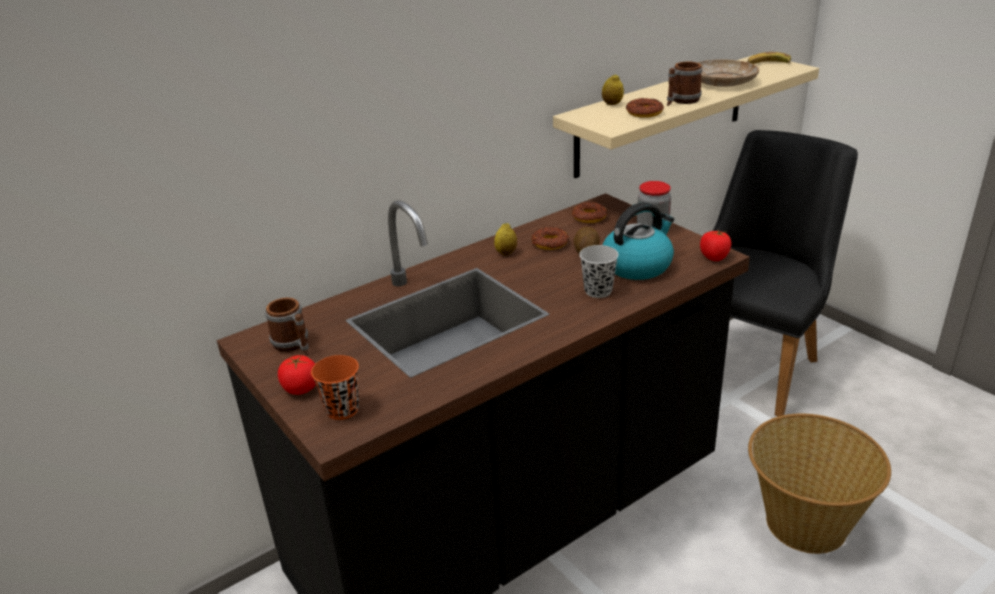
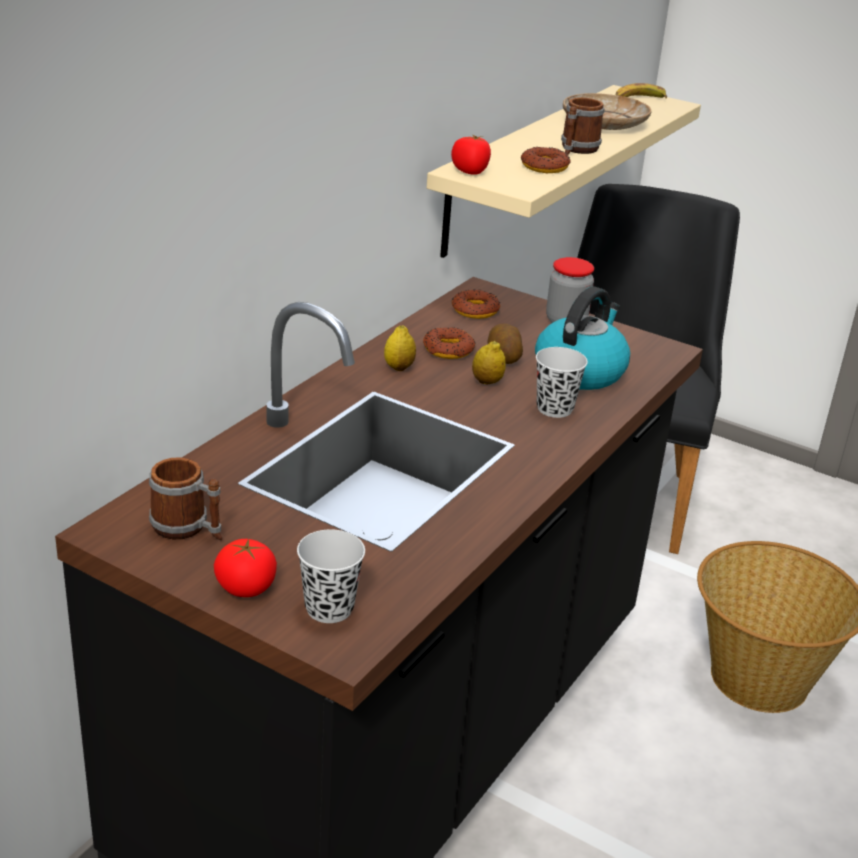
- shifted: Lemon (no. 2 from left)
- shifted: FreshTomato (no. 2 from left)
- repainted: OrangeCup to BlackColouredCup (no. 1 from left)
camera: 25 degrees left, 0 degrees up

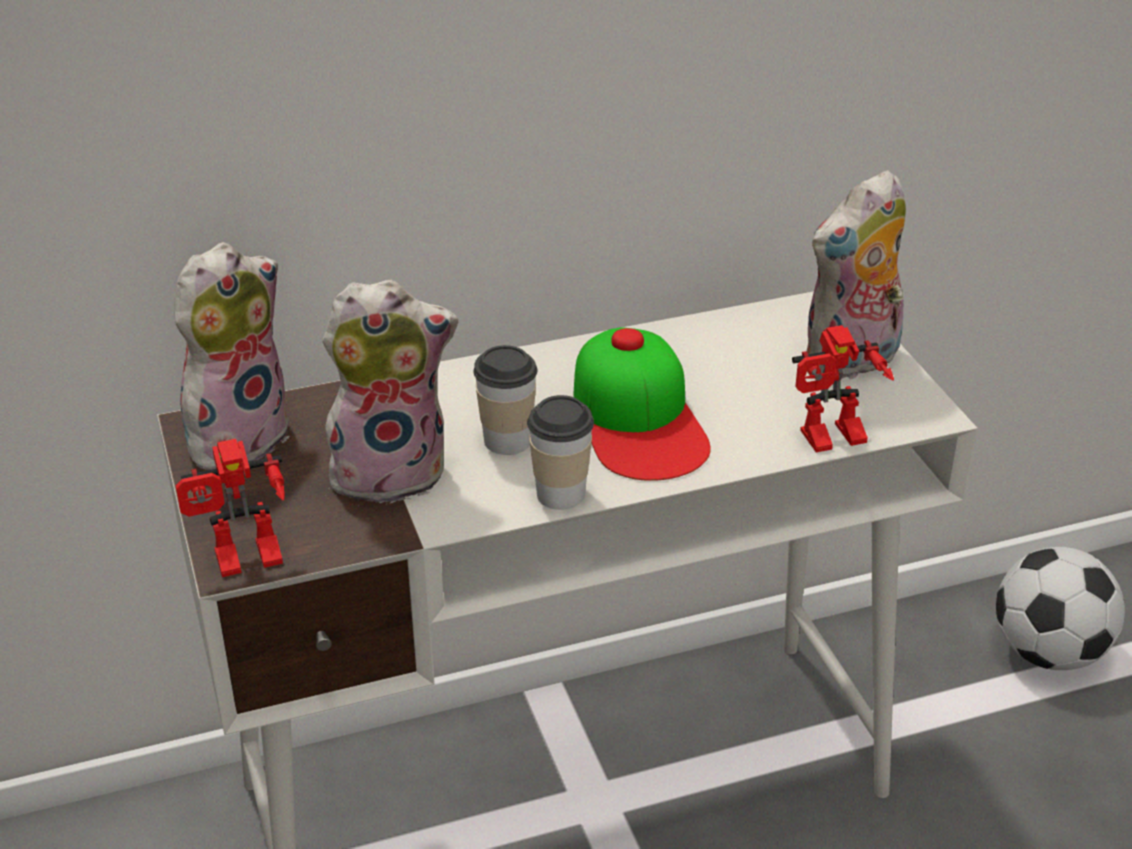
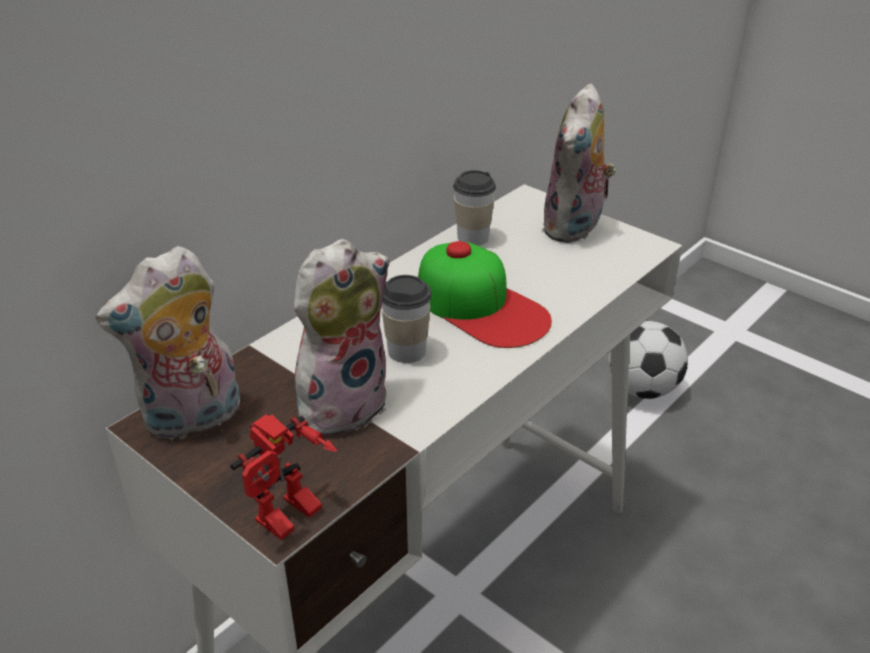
- rotated: SoftToy (no. 1 from left) 135 degrees counterclockwise
- gone: ModelRobot (no. 2 from left)
- shifted: Cup (no. 2 from left)
camera: 30 degrees left, 0 degrees up

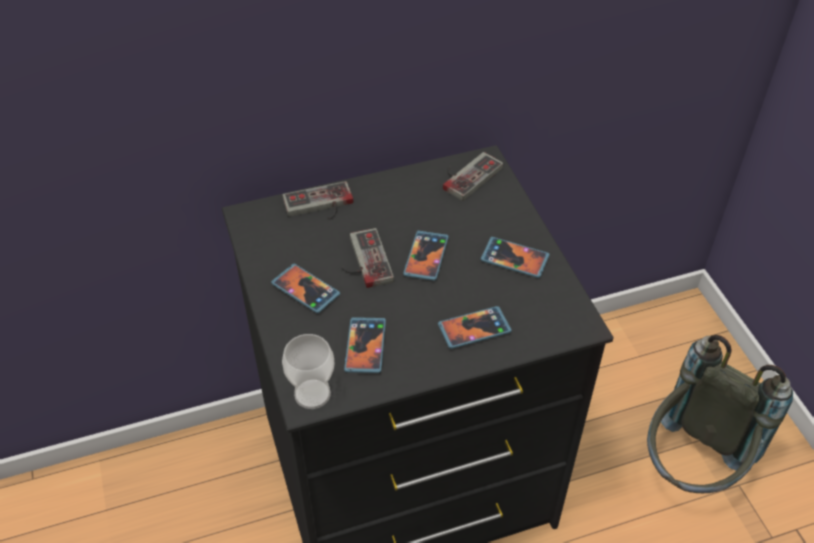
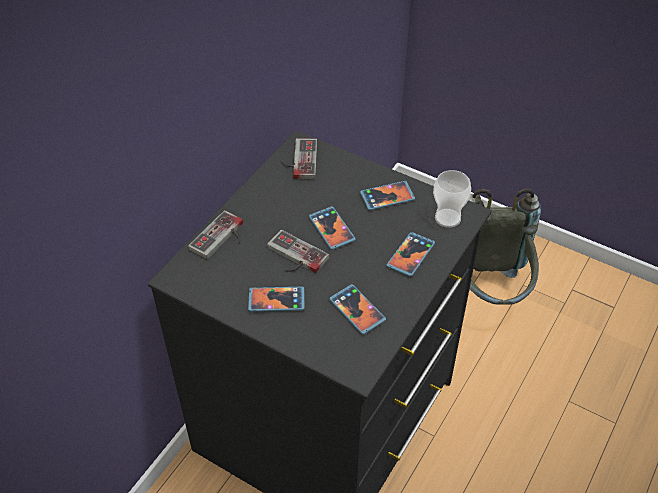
- shifted: Cup
camera: 40 degrees left, 0 degrees up

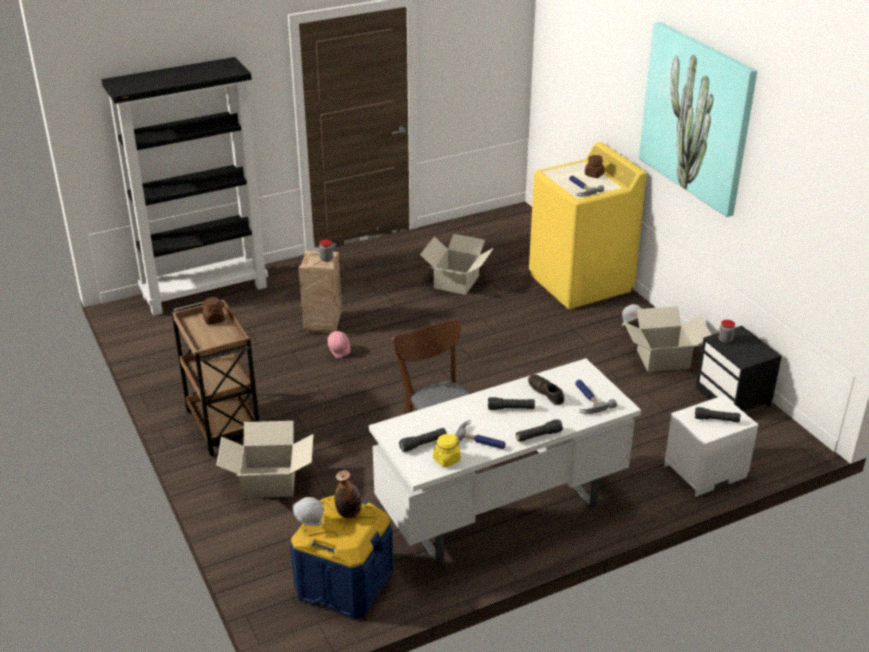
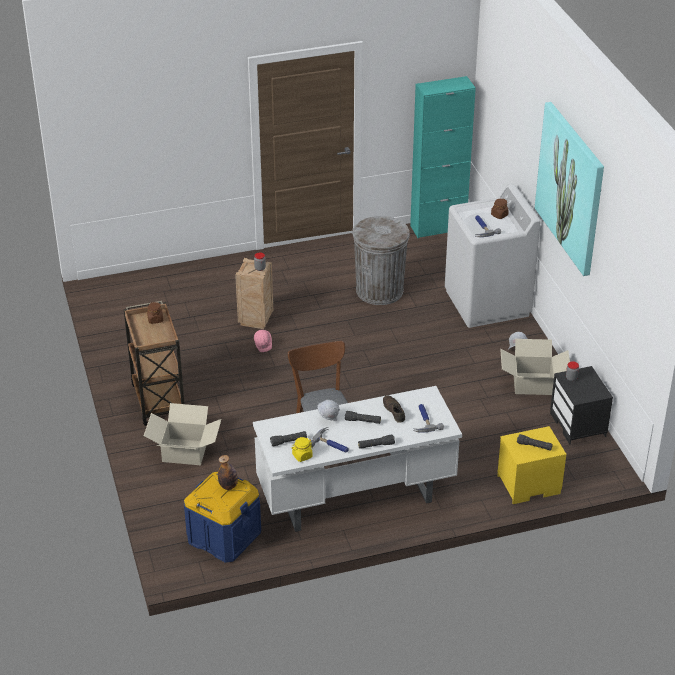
- gone: BlackColouredBookshelf
- repainted: YellowLaundryAppliance to WhiteColouredLaundryAppliance
- swapped: CardboardBox (no. 2 from left) to GreyishRubbishBin
- repainted: WhiteColouredBedsideTable to YellowBedsideTable
- shifted: WhiteColouredSafetyHelmet (no. 1 from left)
- new: TurquoiseColouredCabinet
camera: 10 degrees right, 5 degrees up

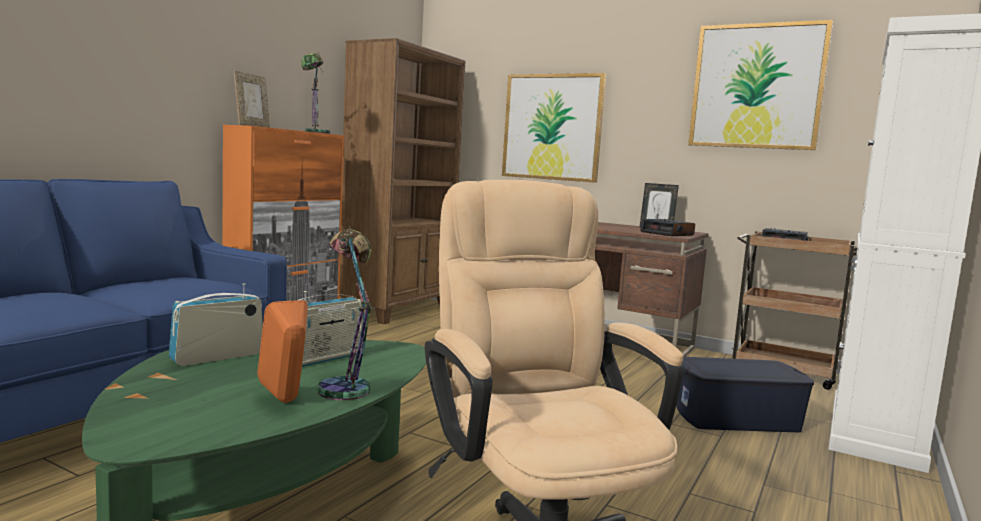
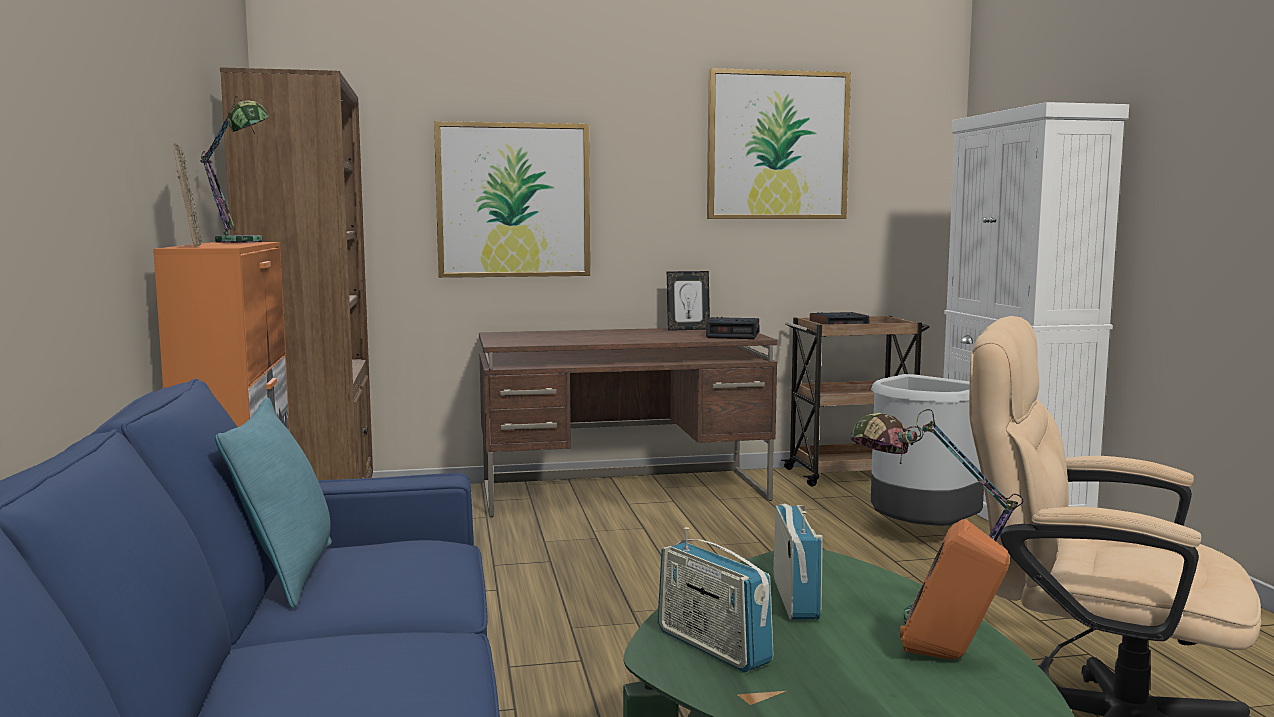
- rotated: RadioReceiver (no. 1 from left) 45 degrees counterclockwise
- swapped: BlueStorageContainer to GreyishRubbishBin
- new: TurquoiseColouredPillow
camera: 40 degrees left, 0 degrees up

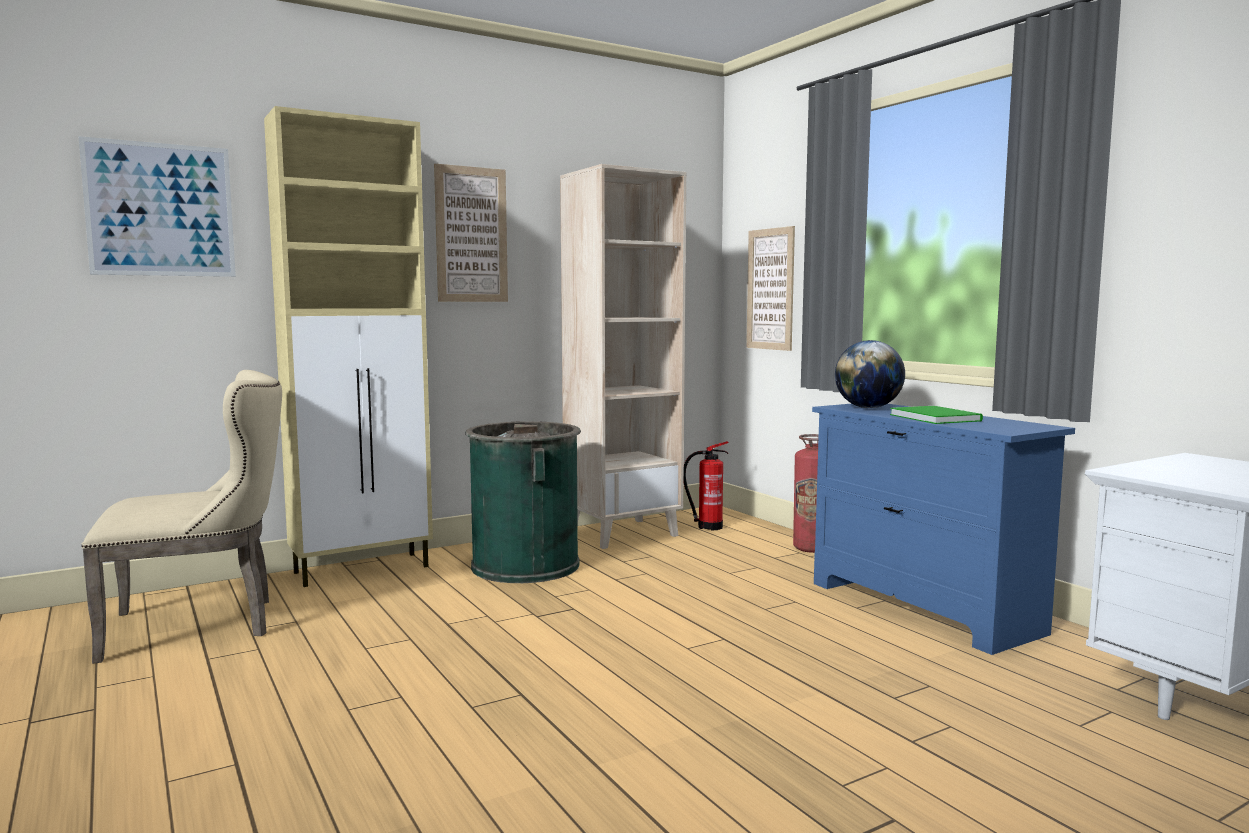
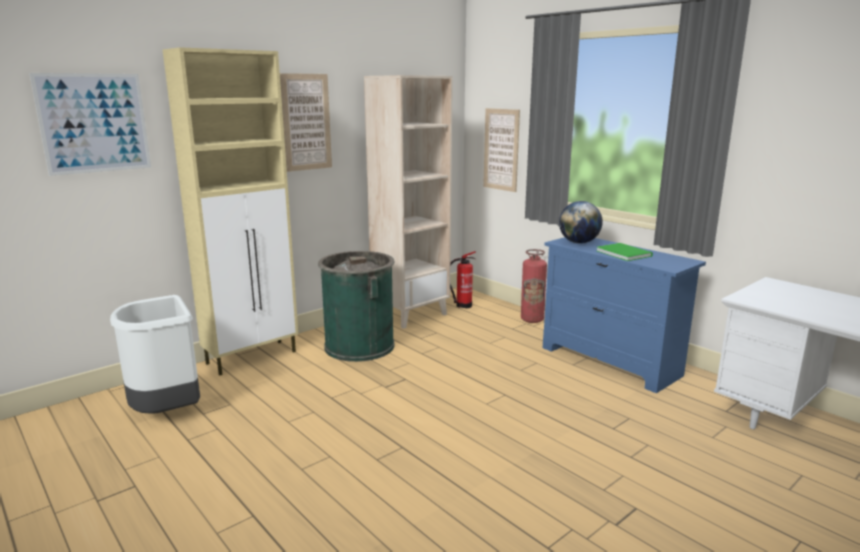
- swapped: SandColouredUprightChair to WhiteColouredRubbishBin
camera: 10 degrees left, 10 degrees up

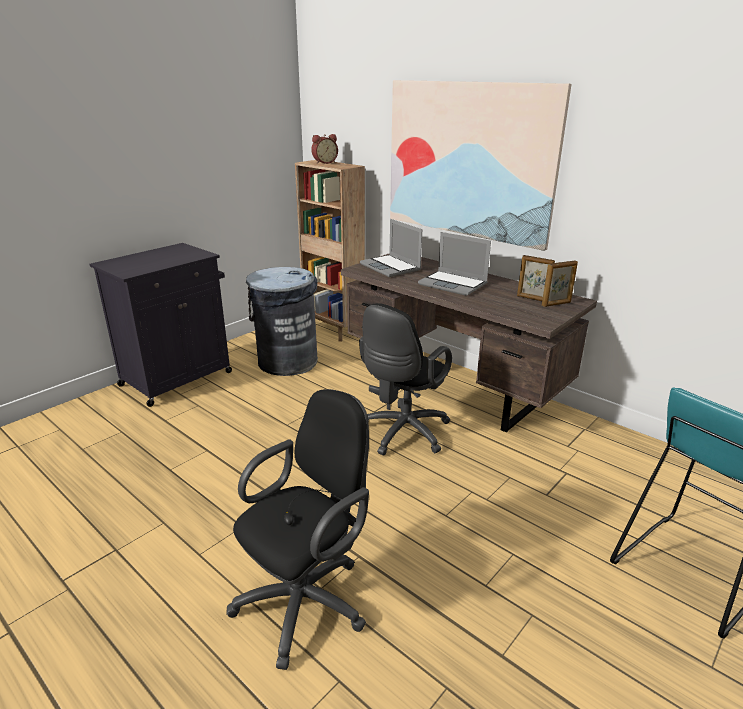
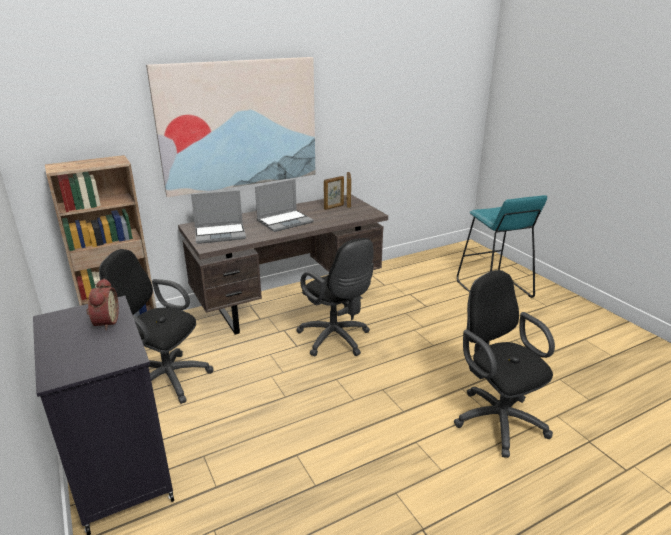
- shifted: BedsideClock
- swapped: GreyishRubbishBin to BlackColouredOfficeChair (no. 1 from left)
camera: 70 degrees left, 0 degrees up

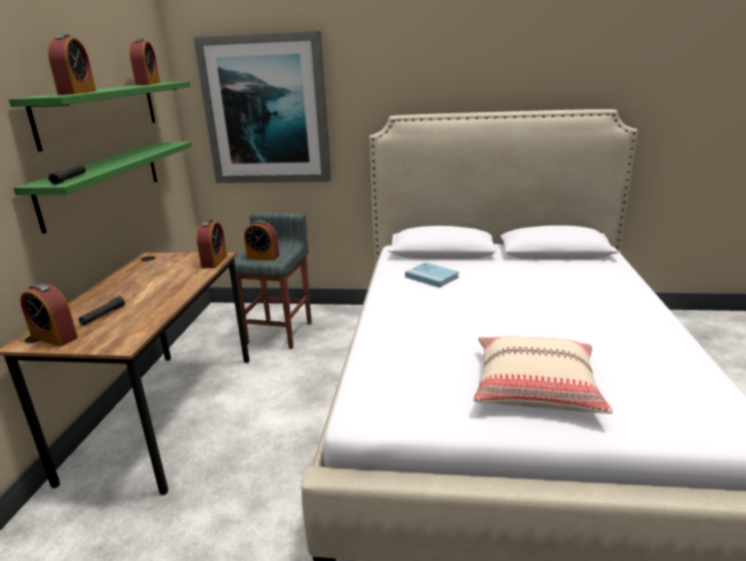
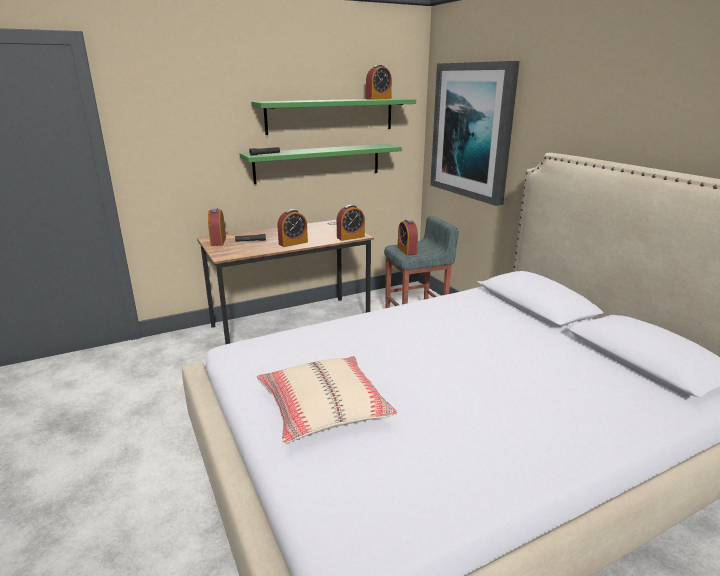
- shifted: BedsideClock (no. 2 from left)
- gone: BlueBook
camera: 55 degrees right, 0 degrees up

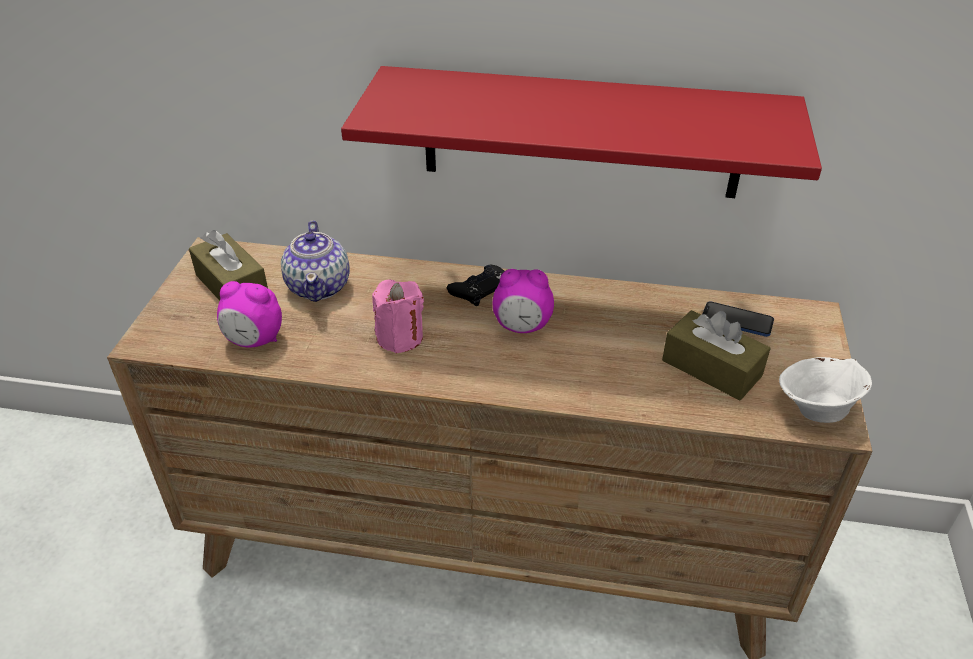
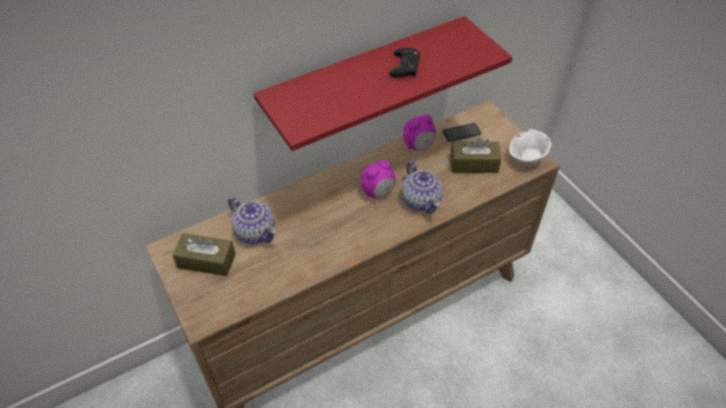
- shifted: BlackColouredJoypad
- gone: PinkColouredCandle
- shifted: BedsideClock (no. 1 from left in the first image) to BedsideClock (no. 2 from left)
- new: Teapot (no. 2 from left)
camera: 40 degrees left, 10 degrees up

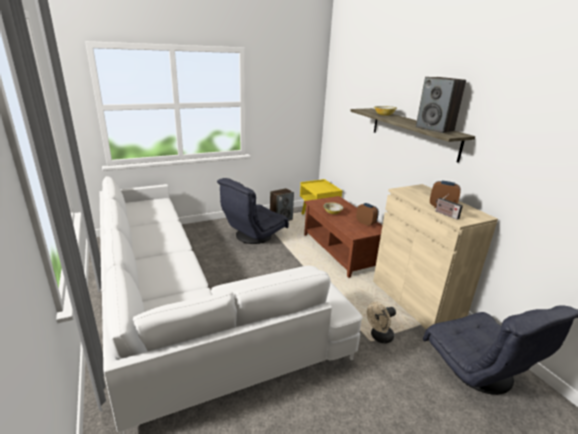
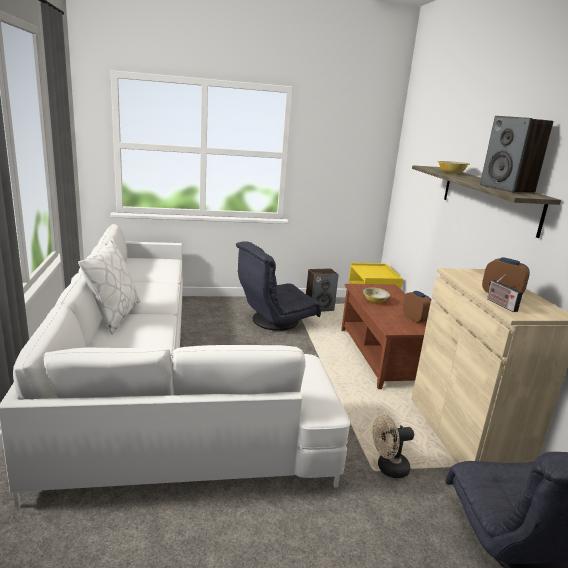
- new: WhiteColouredPillow
camera: 15 degrees right, 5 degrees down

